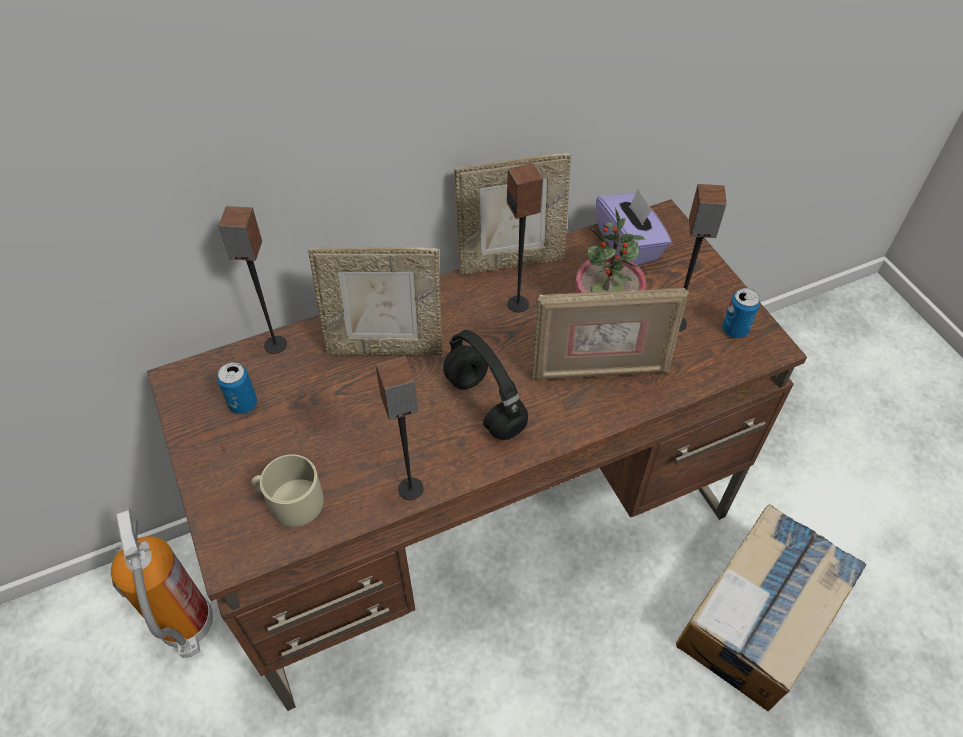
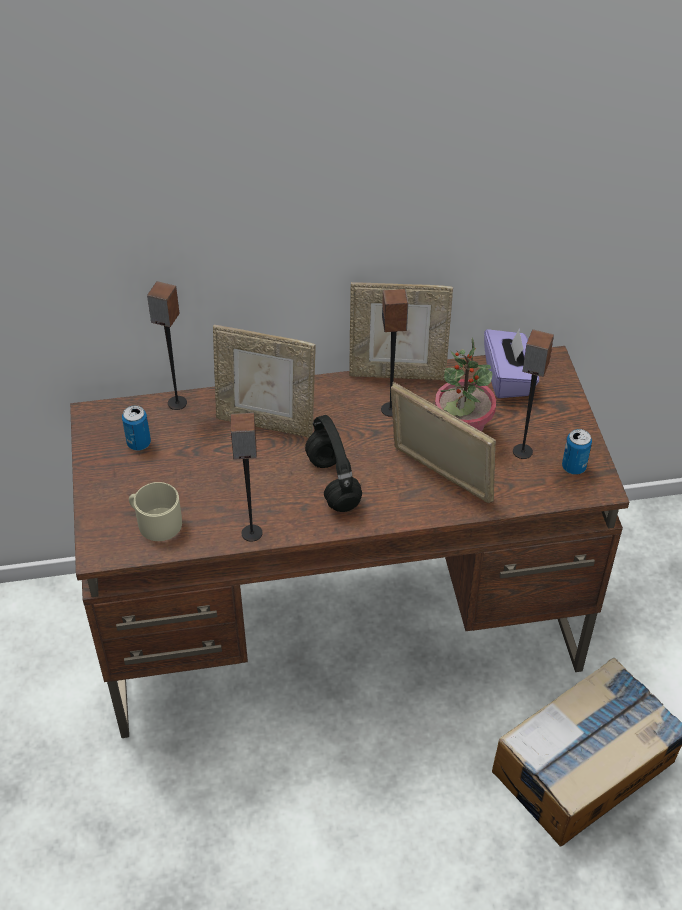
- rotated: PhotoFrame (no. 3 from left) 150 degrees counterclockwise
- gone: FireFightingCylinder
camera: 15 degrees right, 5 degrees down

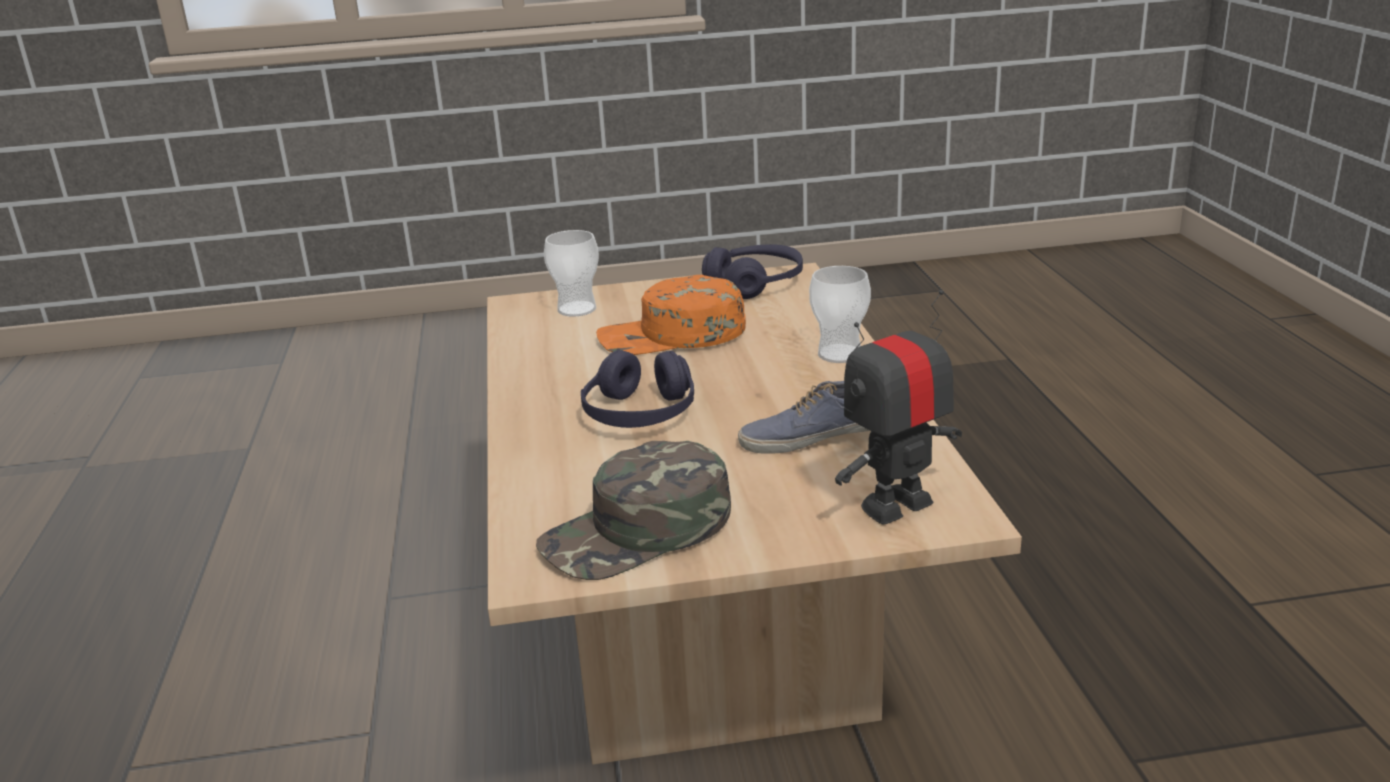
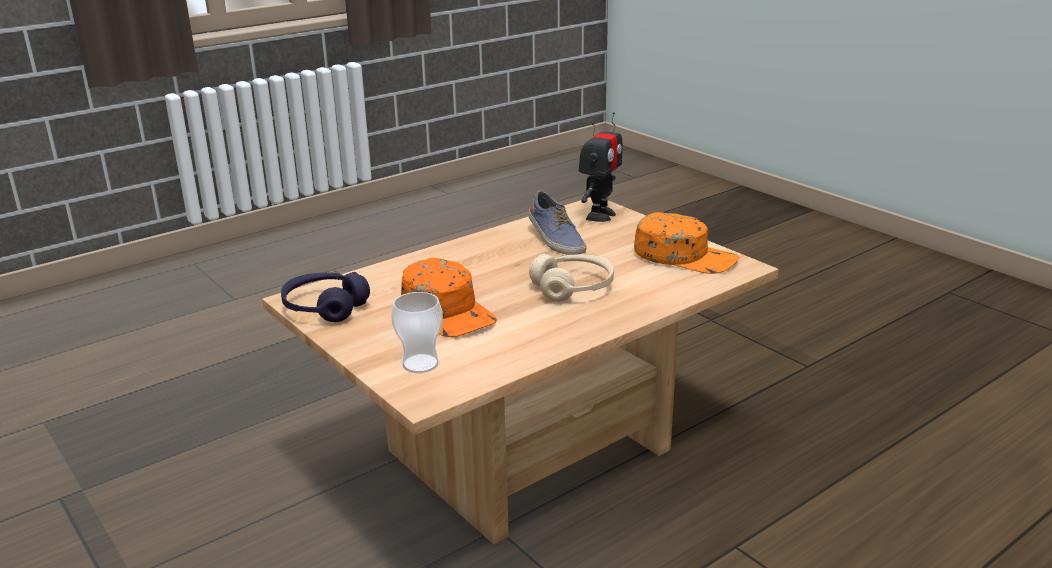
- gone: Cup (no. 2 from left)
- rotated: ModelRobot 90 degrees counterclockwise
- repainted: PurplePairOfHeadphones (no. 1 from left) to SandColouredPairOfHeadphones
- repainted: GreenBaseballCap to OrangeBaseballCap (no. 2 from left)
camera: 120 degrees left, 0 degrees up

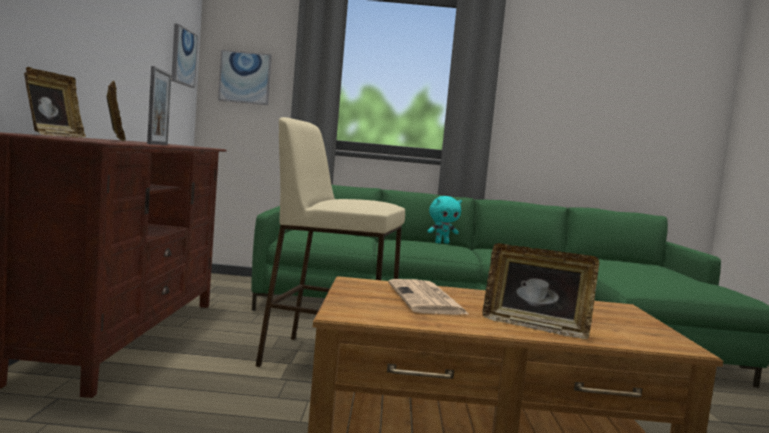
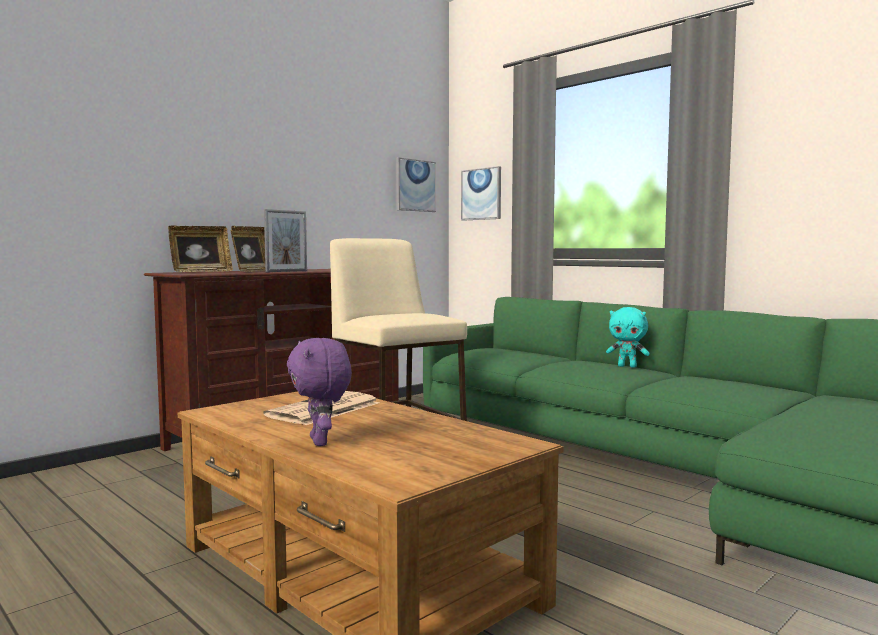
- swapped: PhotoFrame (no. 4 from left) to PurpleSoftToy
camera: 45 degrees right, 0 degrees up

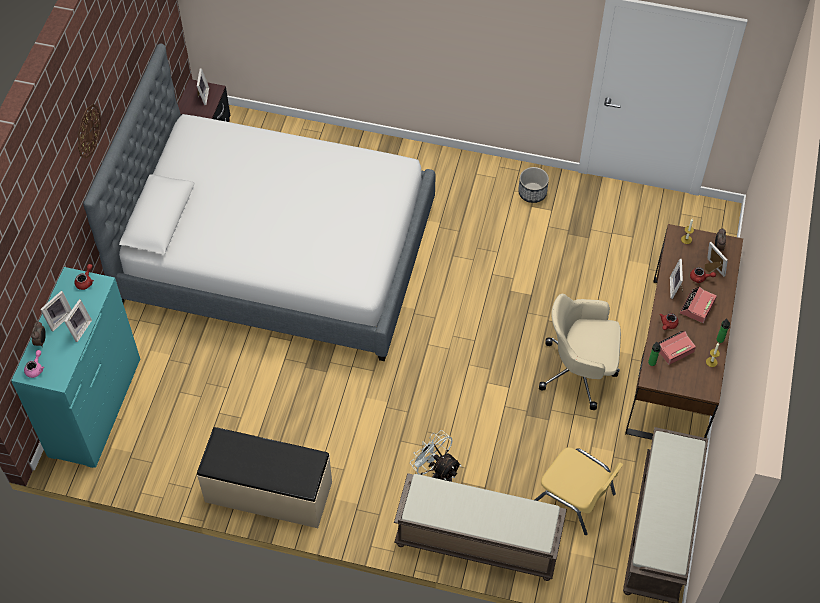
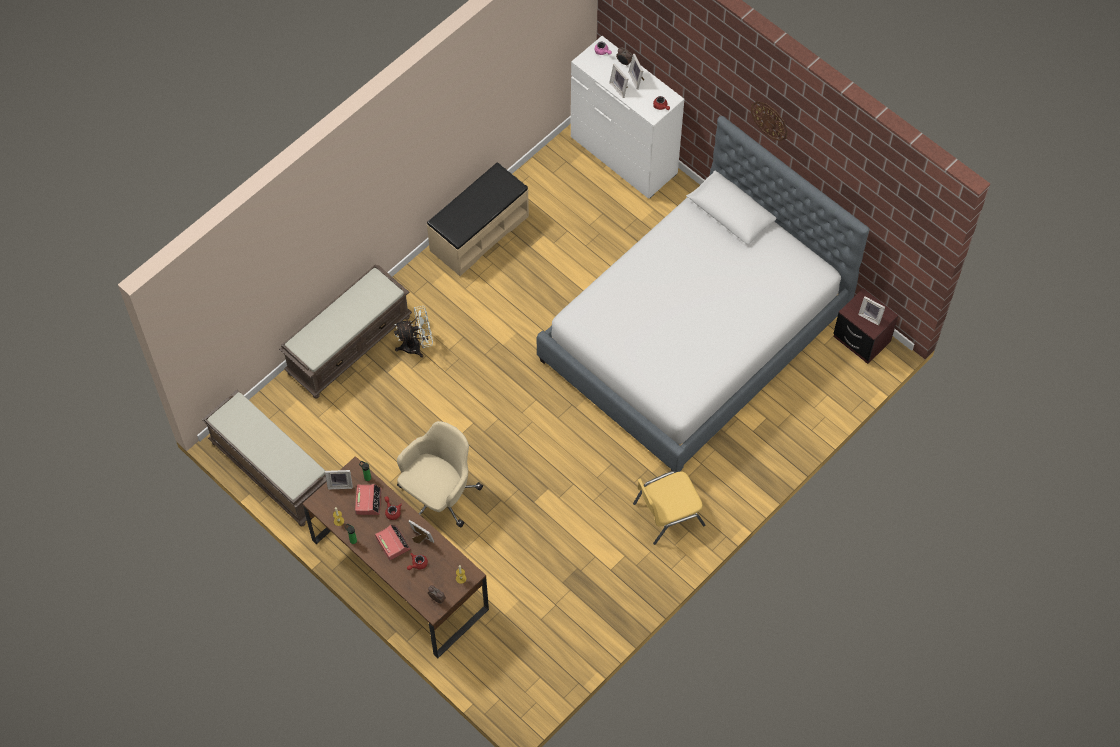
- gone: Planter
- shifted: PhotoFrame (no. 5 from left in the first image) to PhotoFrame (no. 1 from left)
- repainted: TurquoiseColouredChestOfDrawers to WhiteColouredChestOfDrawers
- shifted: YellowUprightChair
camera: 120 degrees right, 5 degrees up

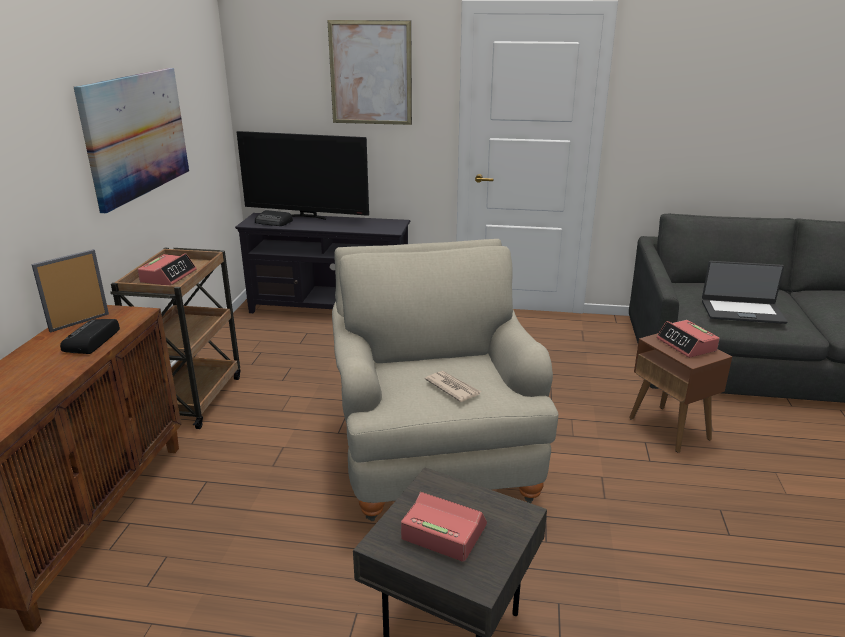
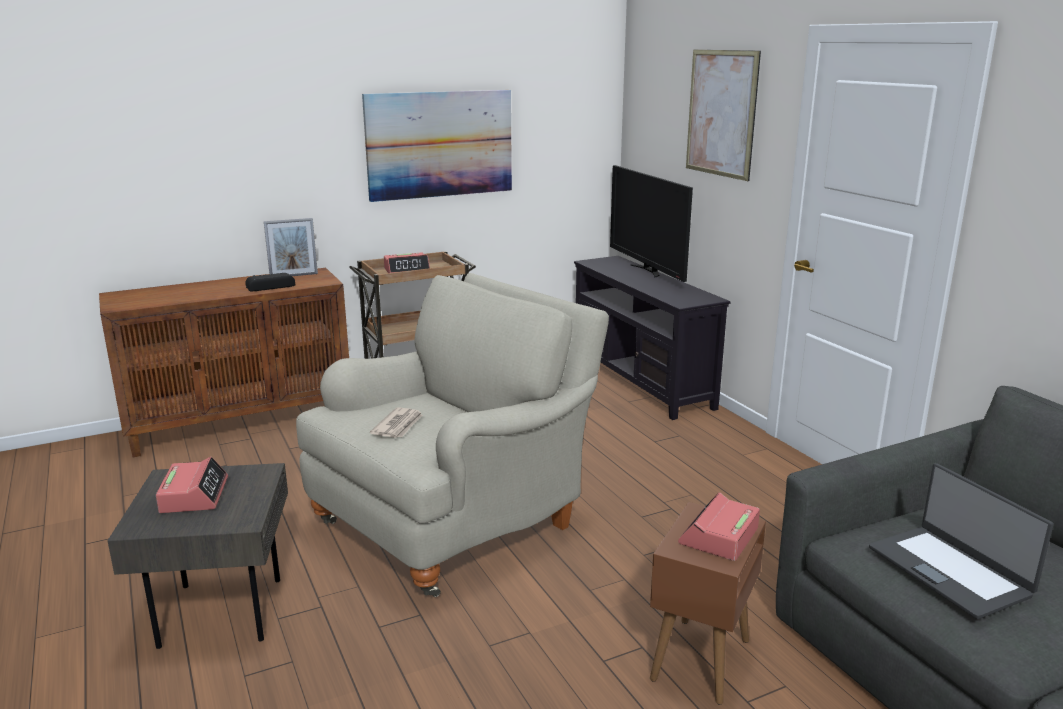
- gone: RadioReceiver (no. 2 from left)
- rotated: PhotoFrame 150 degrees clockwise
camera: 55 degrees right, 5 degrees down

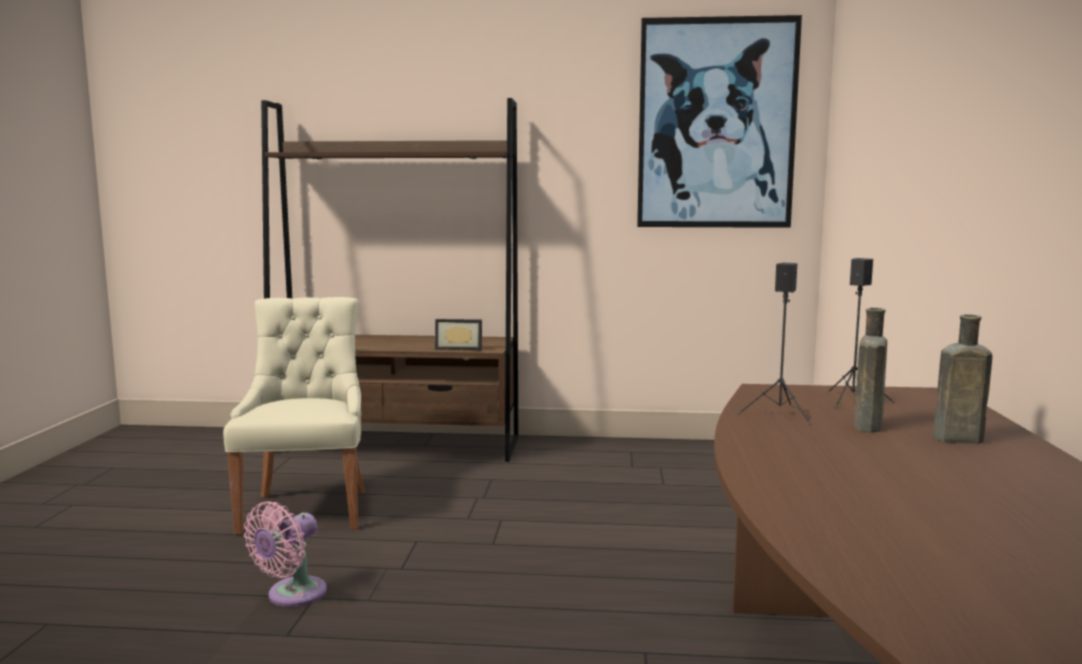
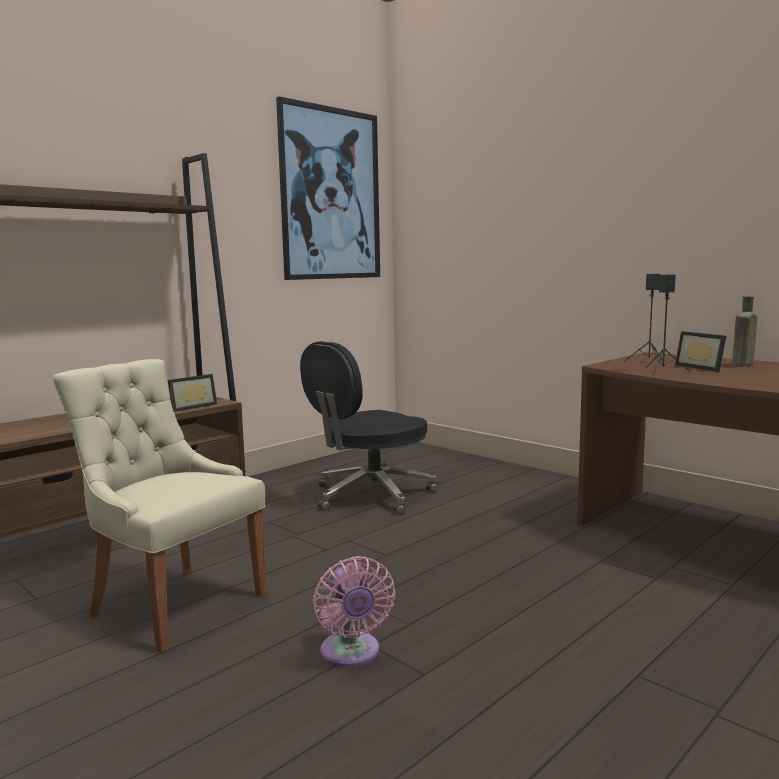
- swapped: BrownishDrinkBottle (no. 1 from left) to PhotoFrame (no. 2 from left)
- new: BlackColouredOfficeChair
camera: 50 degrees left, 0 degrees up

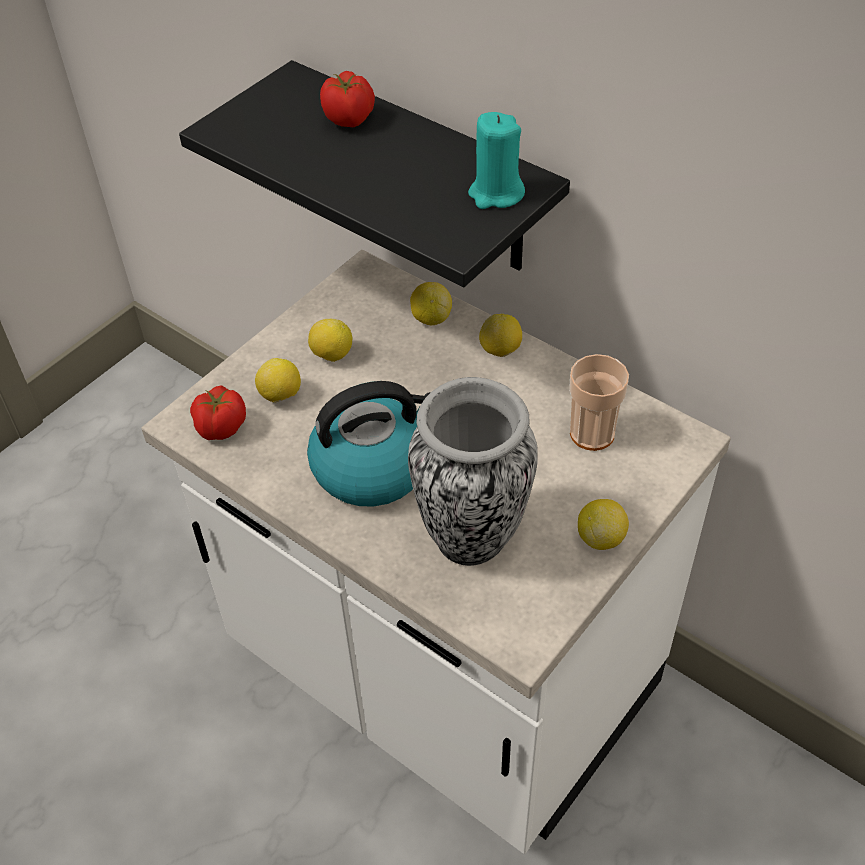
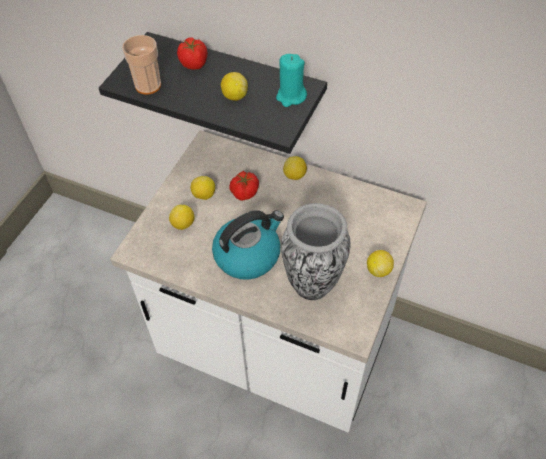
- shifted: Lemon (no. 3 from left)
- shifted: Cup
- shifted: FreshTomato (no. 1 from left in the first image) to FreshTomato (no. 2 from left)
camera: 15 degrees left, 5 degrees up

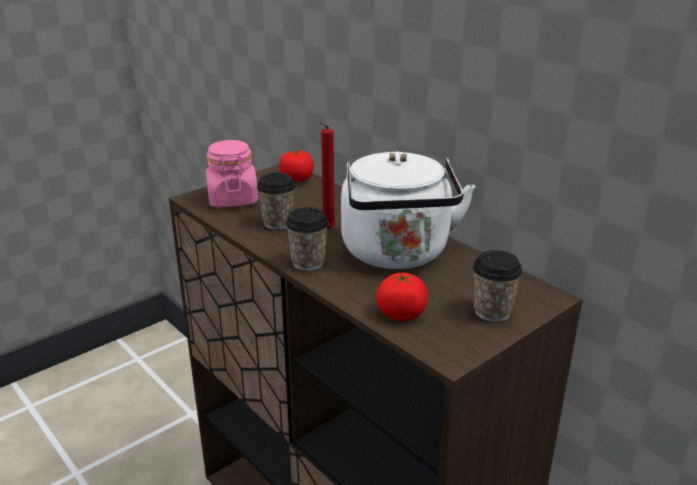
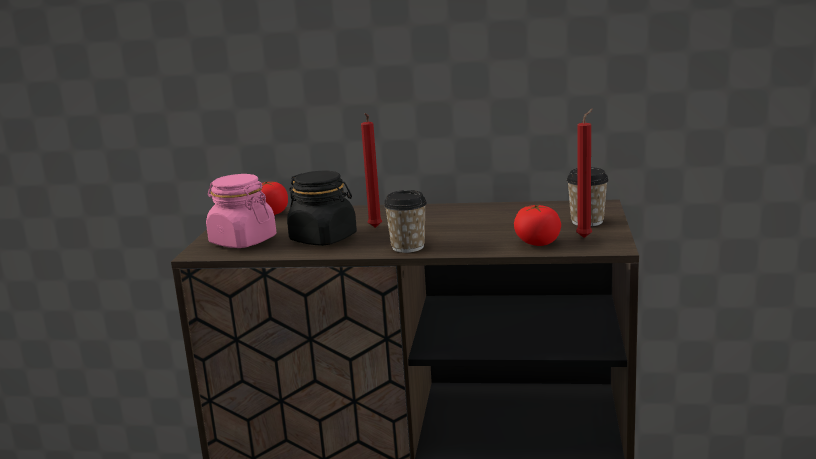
- gone: WhiteColouredTeaKettle
- swapped: Cup (no. 1 from left) to BlackColouredJar
- new: ReddishCandle (no. 2 from left)
camera: 40 degrees left, 10 degrees down

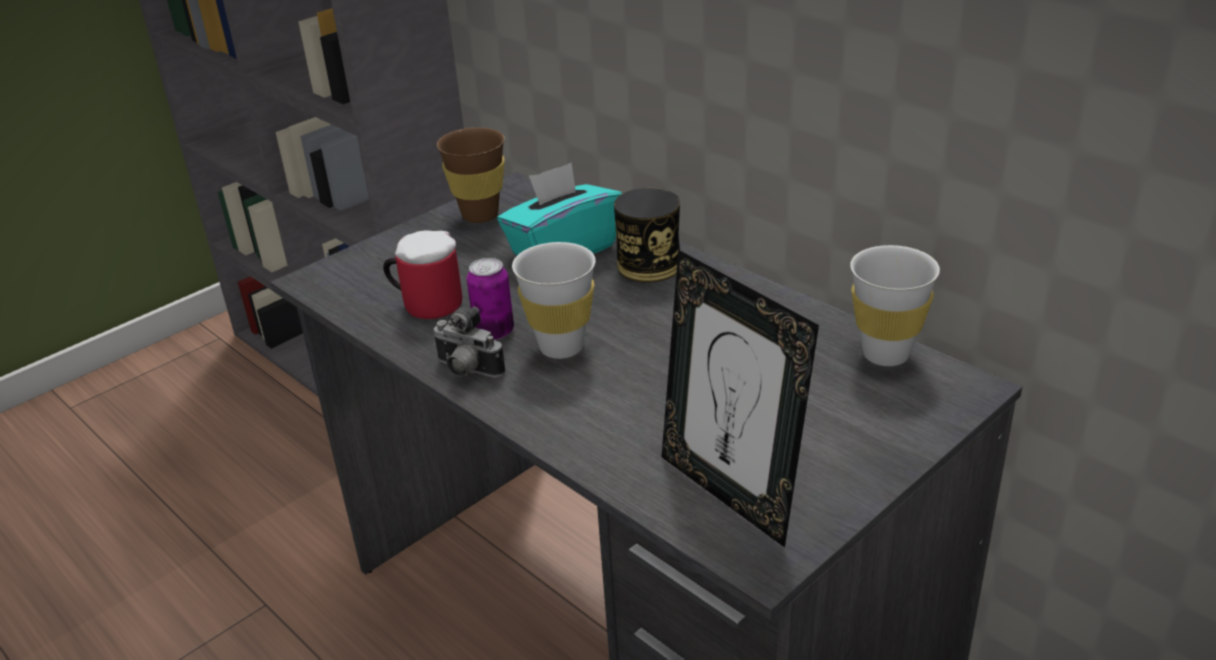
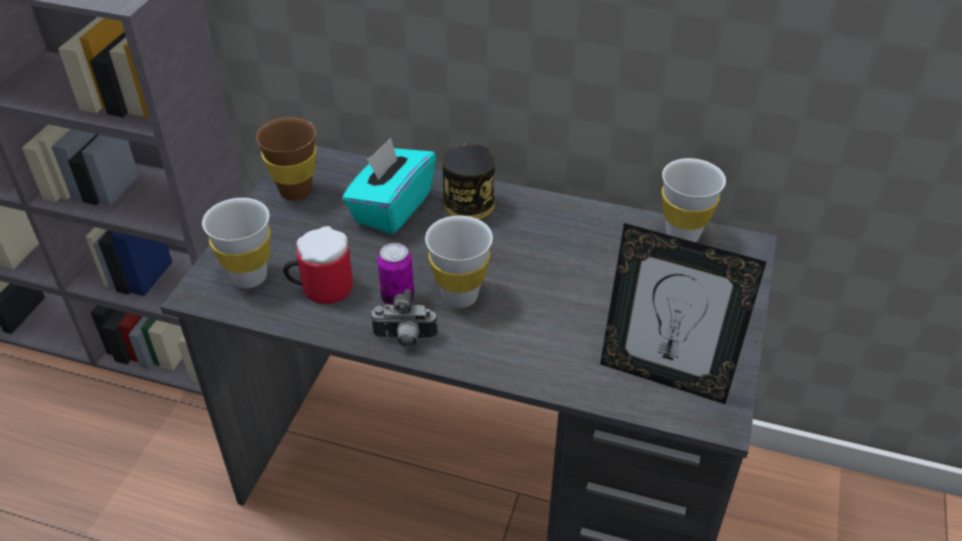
- new: WhiteColouredCup (no. 1 from left)
camera: 30 degrees left, 10 degrees up

